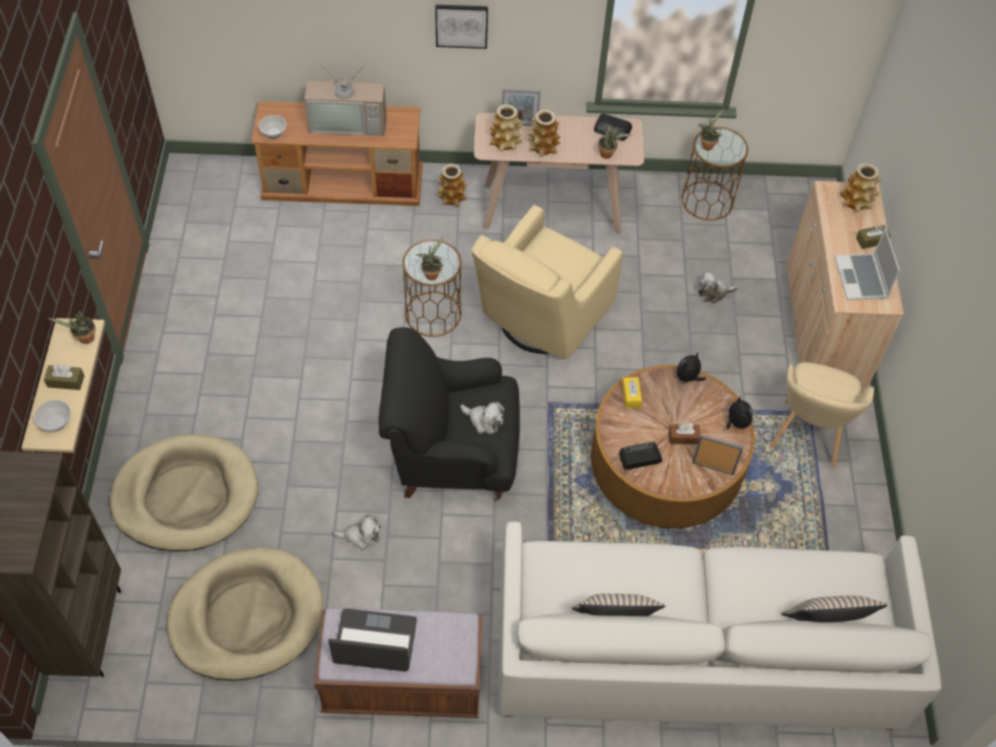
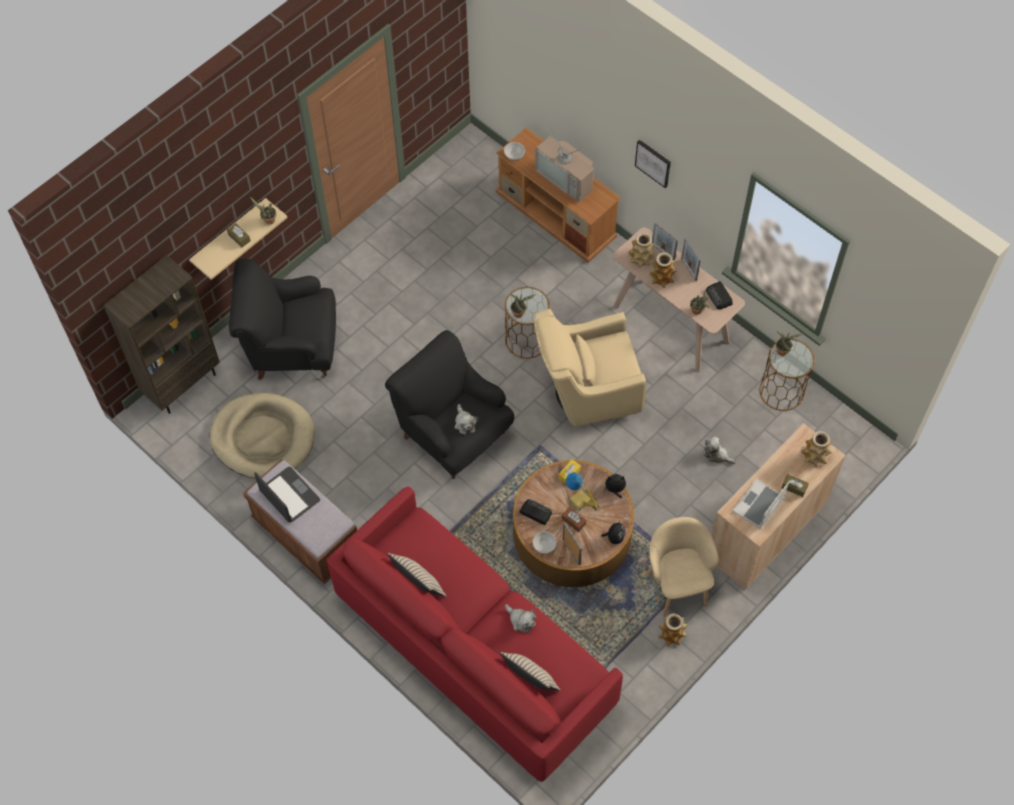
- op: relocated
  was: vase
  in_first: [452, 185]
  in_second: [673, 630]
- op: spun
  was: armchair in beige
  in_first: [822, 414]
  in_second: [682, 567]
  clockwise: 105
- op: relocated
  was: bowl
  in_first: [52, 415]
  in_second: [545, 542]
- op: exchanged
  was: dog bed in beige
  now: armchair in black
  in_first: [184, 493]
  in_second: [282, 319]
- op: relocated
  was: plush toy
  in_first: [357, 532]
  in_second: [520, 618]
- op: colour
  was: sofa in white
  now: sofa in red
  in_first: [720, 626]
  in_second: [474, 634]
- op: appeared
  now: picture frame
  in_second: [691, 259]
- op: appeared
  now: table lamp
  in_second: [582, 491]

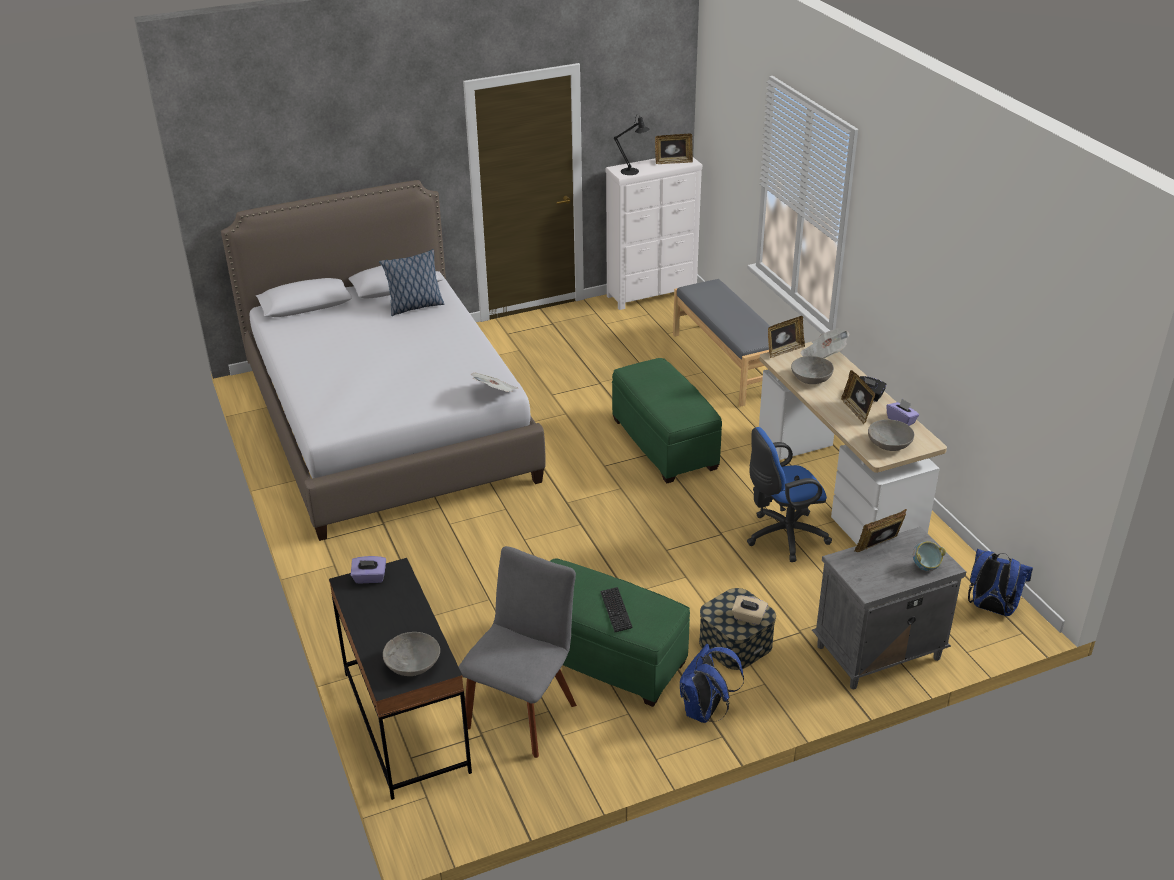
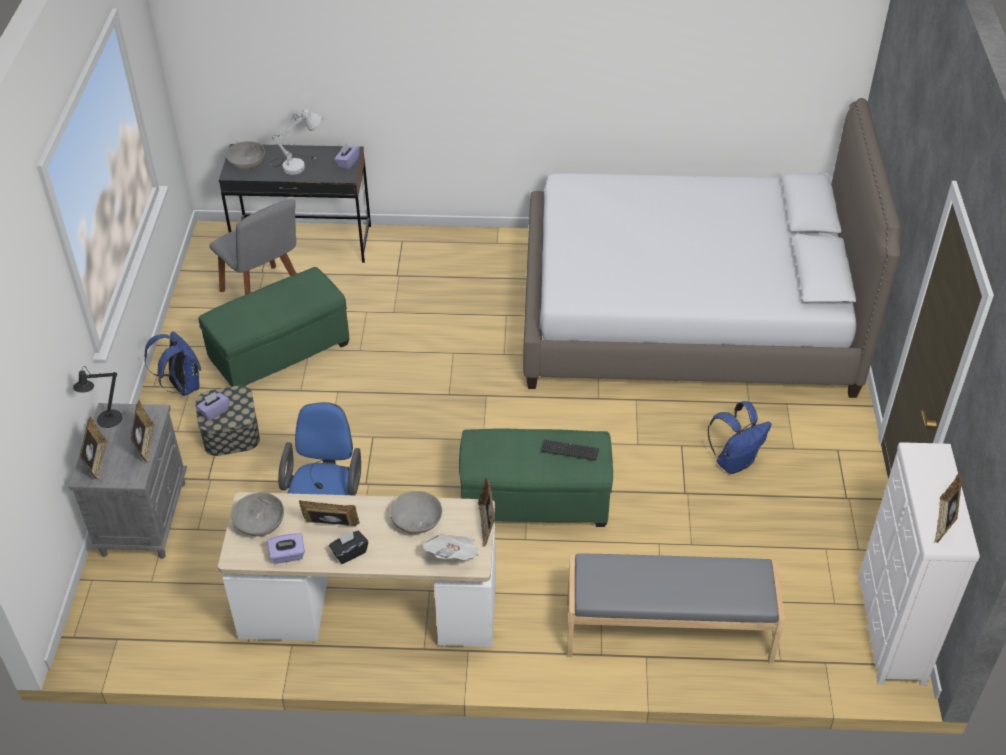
- op: relocated
  was: table lamp in black
  in_first: [631, 144]
  in_second: [97, 397]
- op: missing
  was: pillow
  in_first: [411, 282]
- op: missing
  was: newspaper
  in_first: [494, 382]
- op: exchanged
  was: bowl
  now: picture frame
  in_first: [929, 556]
  in_second: [94, 448]
- op: relocated
  was: backpack in blue
  in_first: [1000, 582]
  in_second: [740, 437]
- op: relocated
  was: keyboard
  in_first: [616, 609]
  in_second: [570, 450]
- op: colour
  was: tissue box in beige
  now: tissue box in purple
  in_first: [750, 610]
  in_second: [213, 406]
- op: appeared
  now: table lamp in white
  in_second: [296, 142]

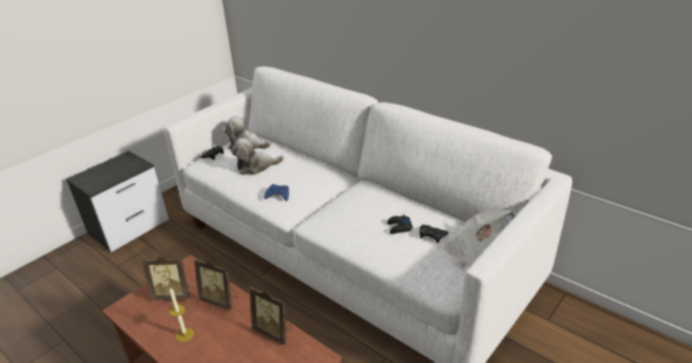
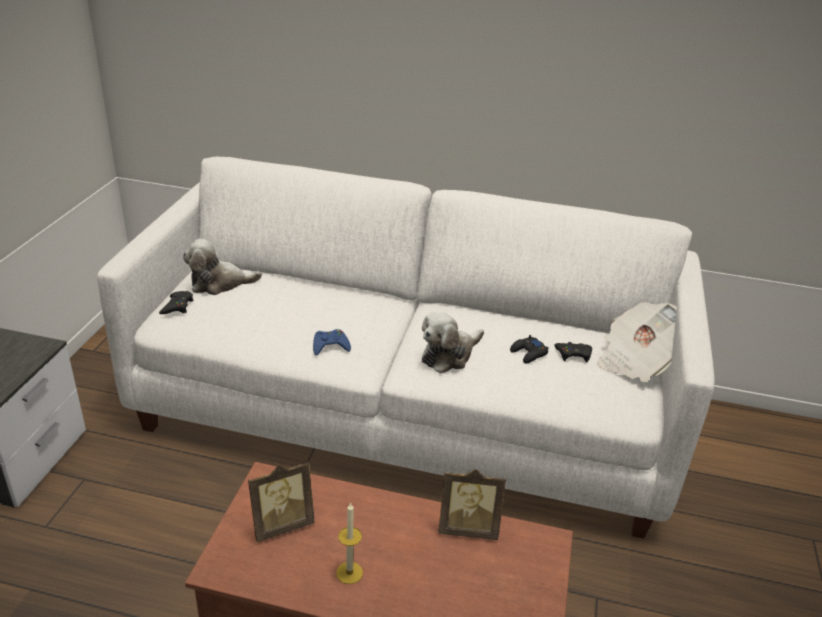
- op: relocated
  was: plush toy
  in_first: [257, 156]
  in_second: [453, 342]
- op: missing
  was: picture frame
  in_first: [216, 284]

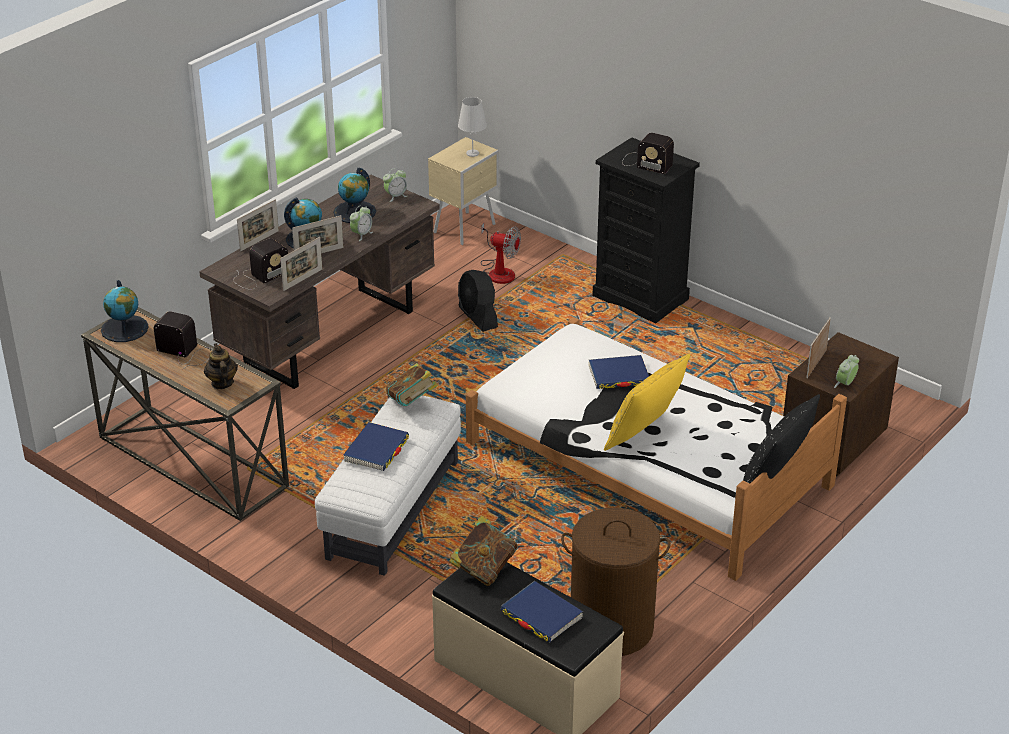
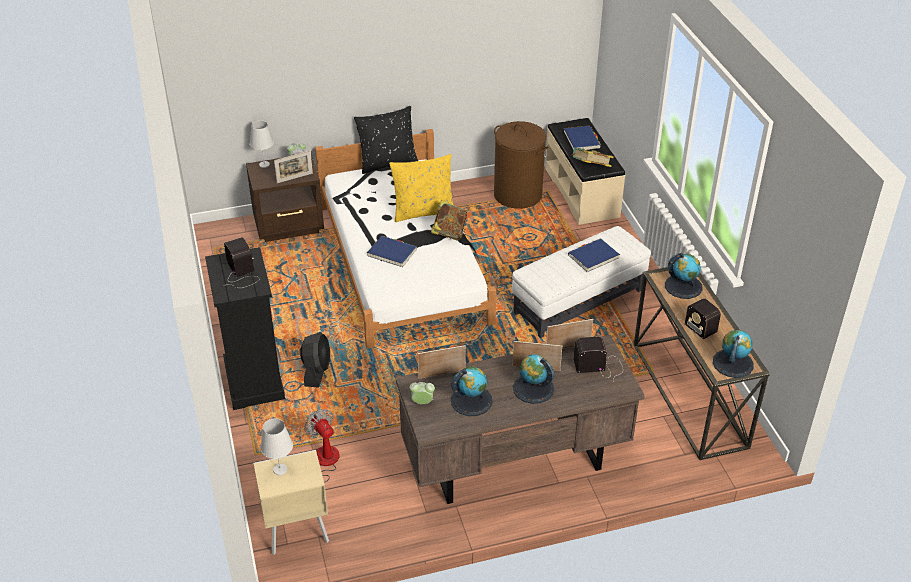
- op: relocated
  was: picture frame
  in_first: [258, 225]
  in_second: [442, 362]
- op: missing
  was: alarm clock
  in_first: [361, 223]
- op: relocated
  was: fan in black
  in_first: [478, 301]
  in_second: [315, 360]
- op: exchanged
  was: teapot
  now: globe
  in_first: [221, 366]
  in_second: [684, 276]
- op: relocated
  was: book
  in_first: [412, 384]
  in_second: [449, 220]
- op: appeared
  now: table lamp in white
  in_second: [262, 144]

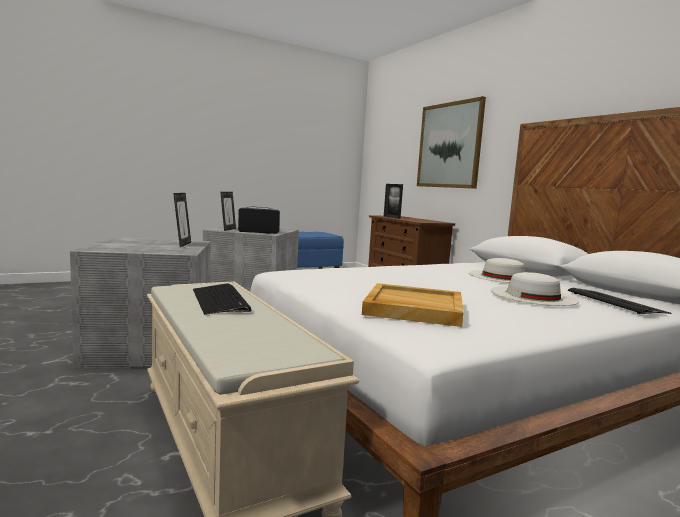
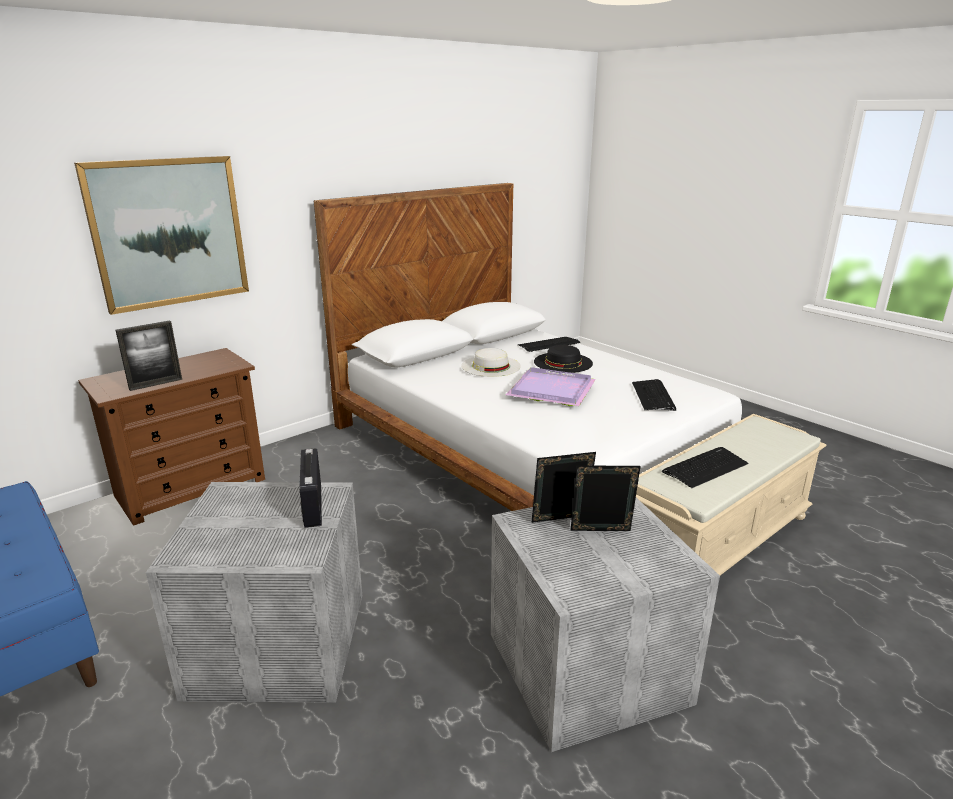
- op: relocated
  was: picture frame
  in_first: [228, 211]
  in_second: [606, 498]
- op: colour
  was: hat in white
  now: hat in black
  in_first: [535, 289]
  in_second: [563, 359]
- op: exchanged
  was: tray in beige
  now: keyboard
  in_first: [413, 305]
  in_second: [654, 395]
- op: appeared
  now: tray in purple
  in_second: [551, 386]

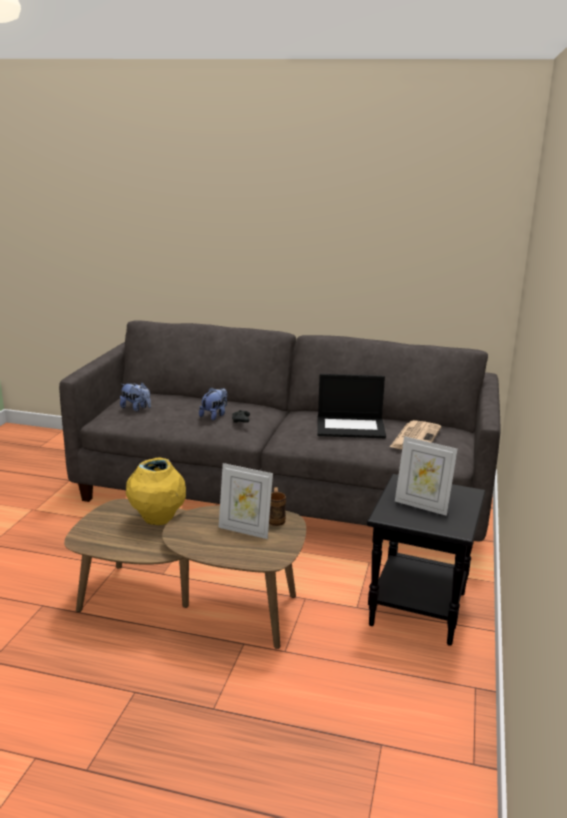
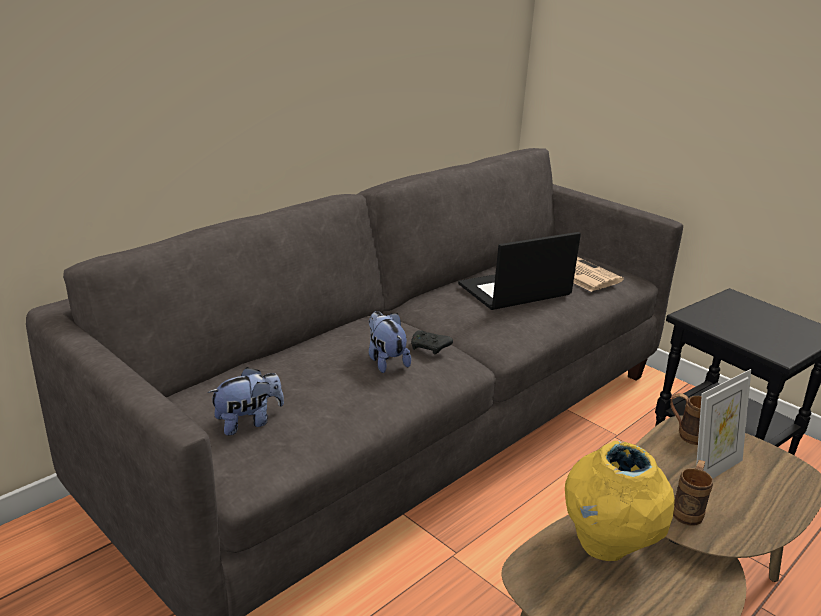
- op: spun
  was: laptop
  in_first: [351, 406]
  in_second: [519, 271]
  clockwise: -150
- op: missing
  was: picture frame
  in_first: [426, 476]
- op: appeared
  now: mug in brown
  in_second: [693, 493]

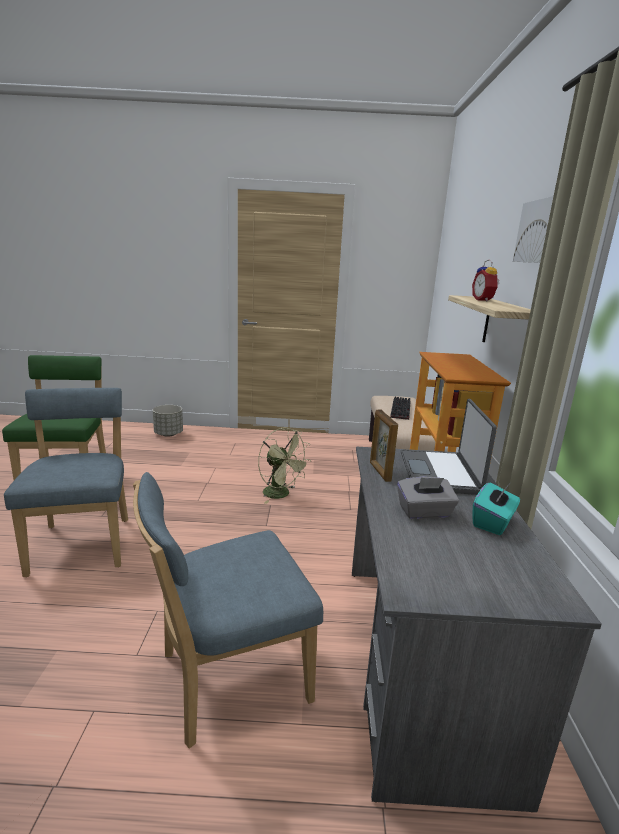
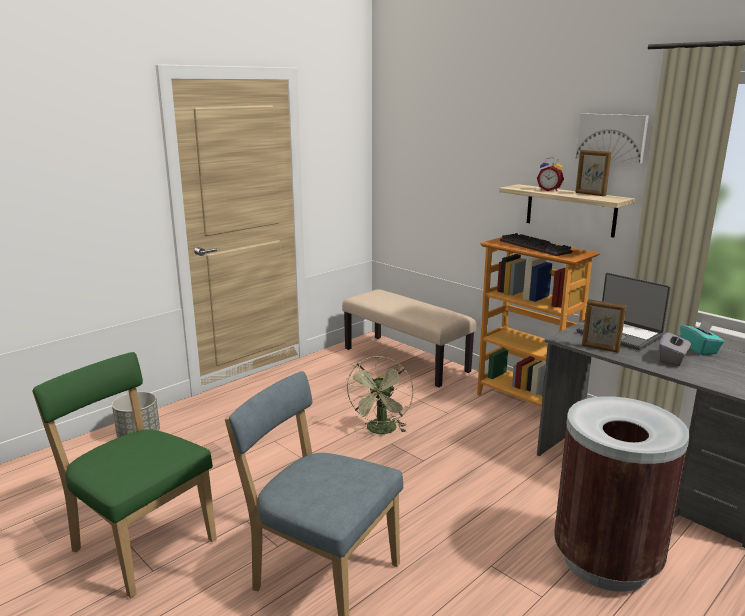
- op: relocated
  was: keyboard
  in_first: [400, 408]
  in_second: [536, 244]
- op: spun
  was: fan in green
  in_first: [284, 466]
  in_second: [379, 395]
  clockwise: 105
- op: exchanged
  was: chair in blue
  now: trash can in brown
  in_first: [228, 610]
  in_second: [622, 494]
- op: appeared
  now: picture frame
  in_second: [593, 173]

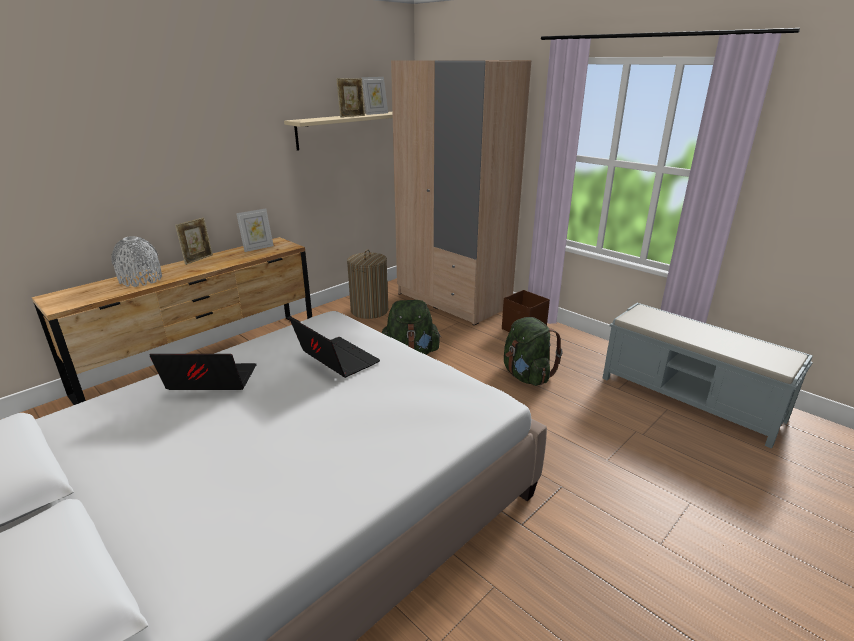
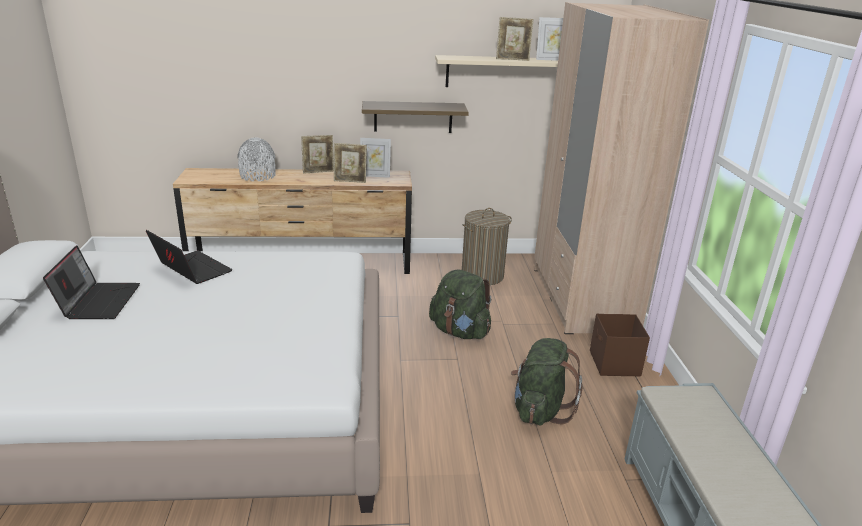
- op: relocated
  was: laptop
  in_first: [334, 347]
  in_second: [91, 282]
- op: appeared
  now: shelf
  in_second: [415, 117]
- op: appeared
  now: picture frame
  in_second: [350, 163]

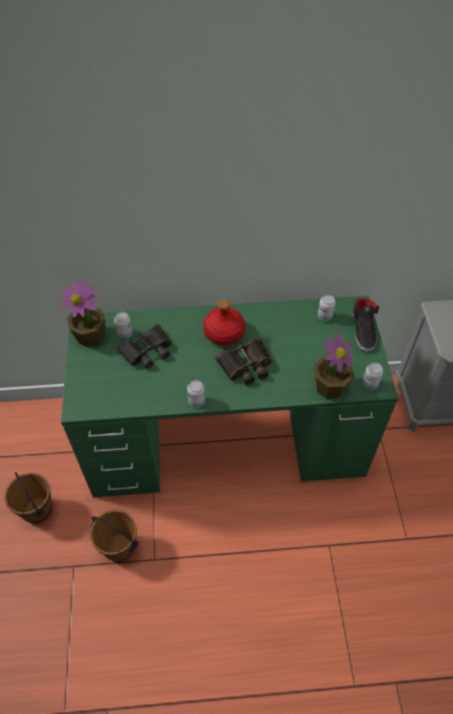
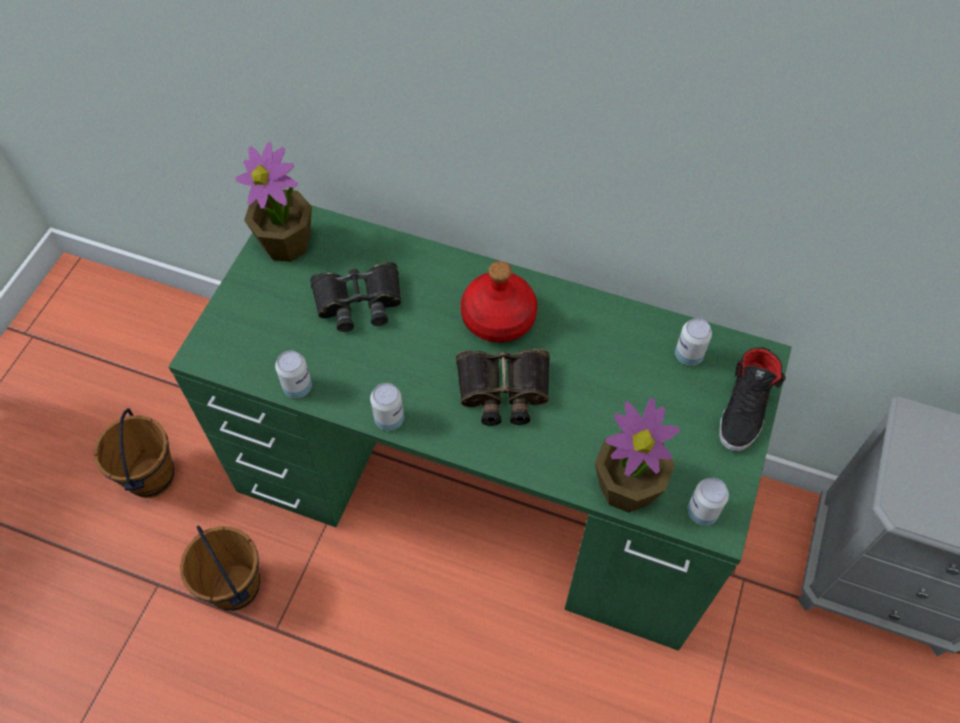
- op: relocated
  was: can
  in_first: [123, 325]
  in_second: [293, 374]

